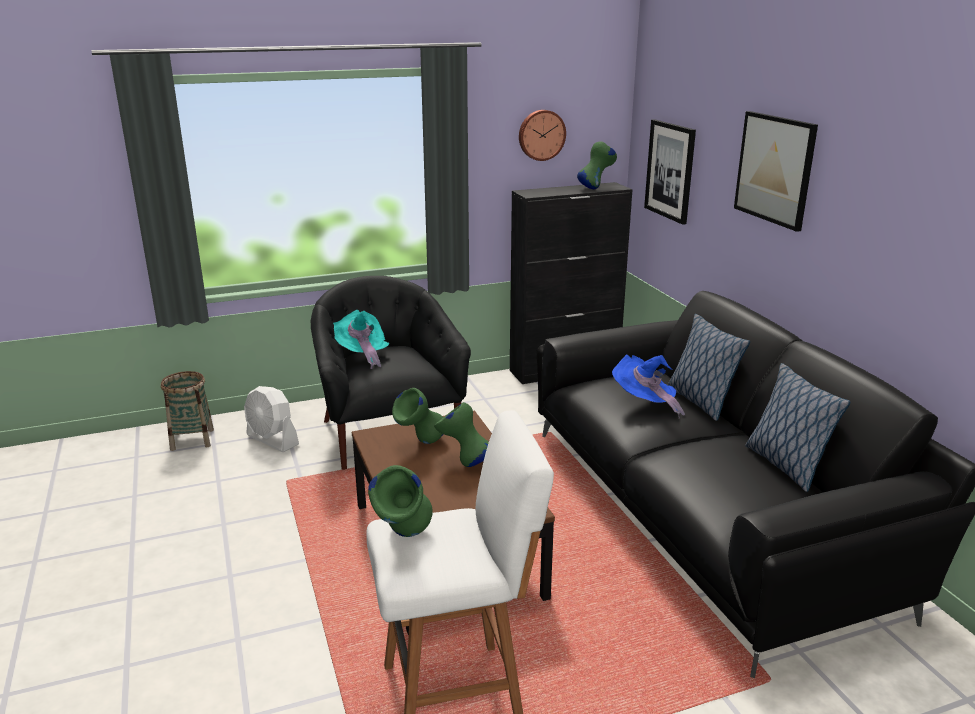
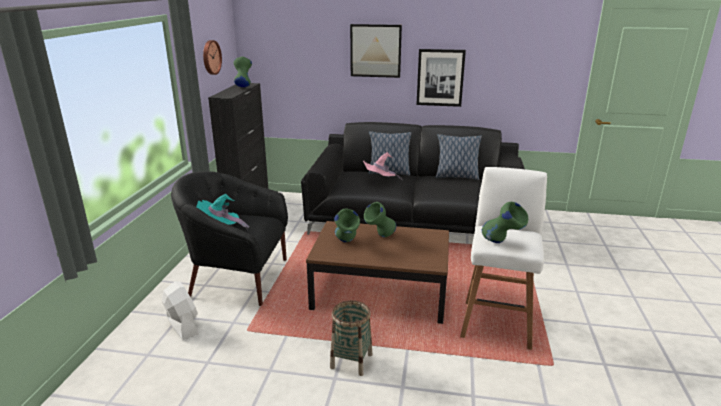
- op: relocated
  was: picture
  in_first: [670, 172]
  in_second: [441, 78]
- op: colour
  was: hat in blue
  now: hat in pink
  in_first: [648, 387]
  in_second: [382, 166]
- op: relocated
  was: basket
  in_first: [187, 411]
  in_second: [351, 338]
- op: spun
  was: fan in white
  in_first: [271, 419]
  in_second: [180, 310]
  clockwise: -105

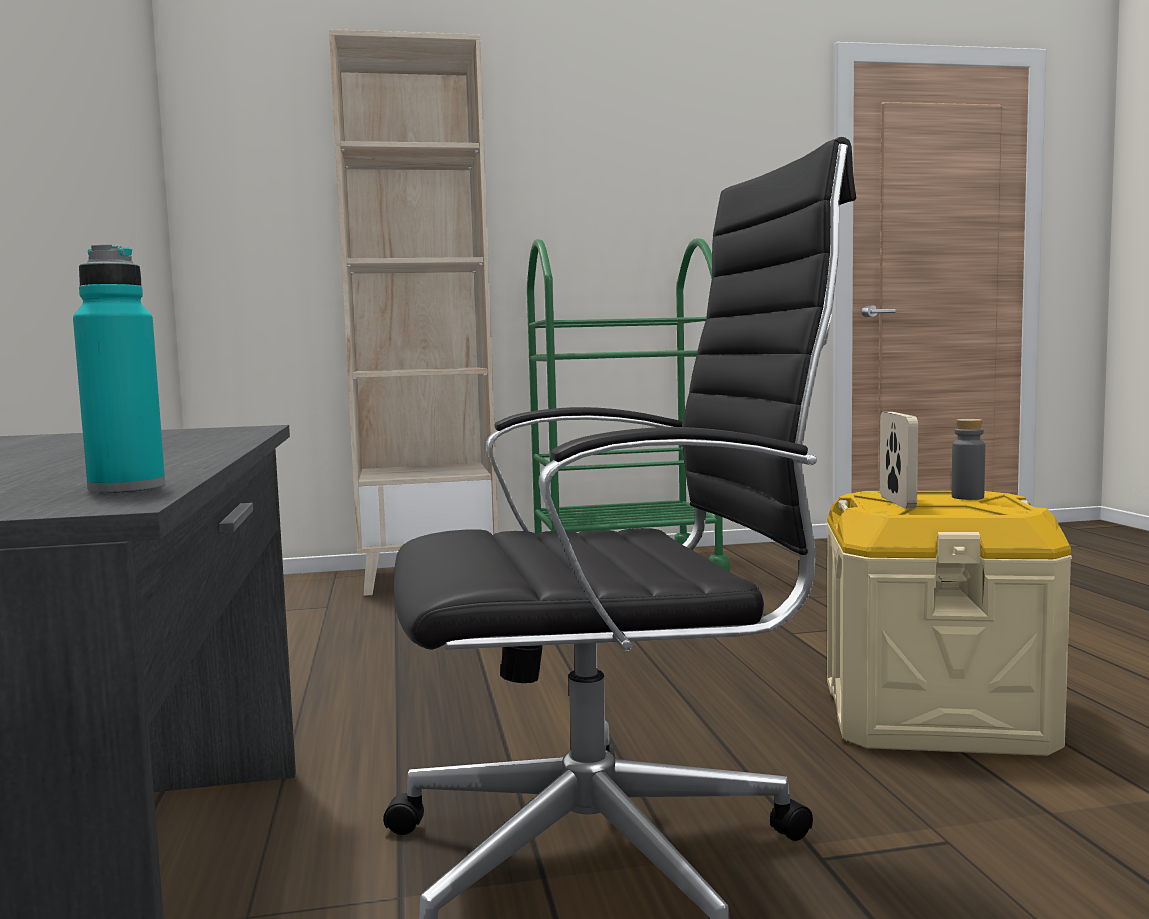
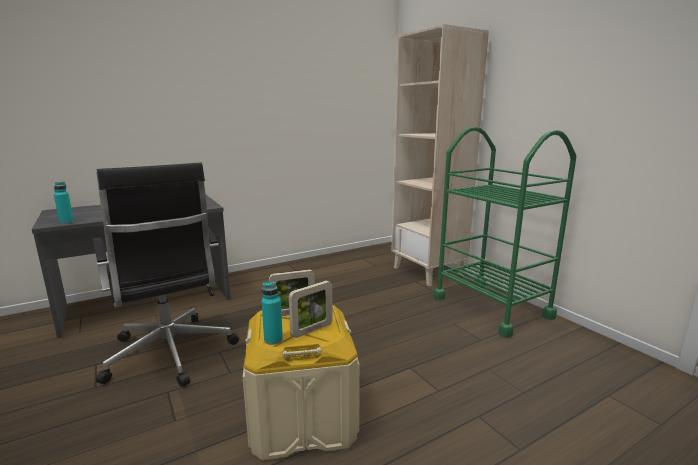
- op: exchanged
  was: bottle in grey
  now: picture frame
  in_first: [968, 459]
  in_second: [311, 309]
- op: appeared
  now: bottle in turquoise
  in_second: [272, 313]

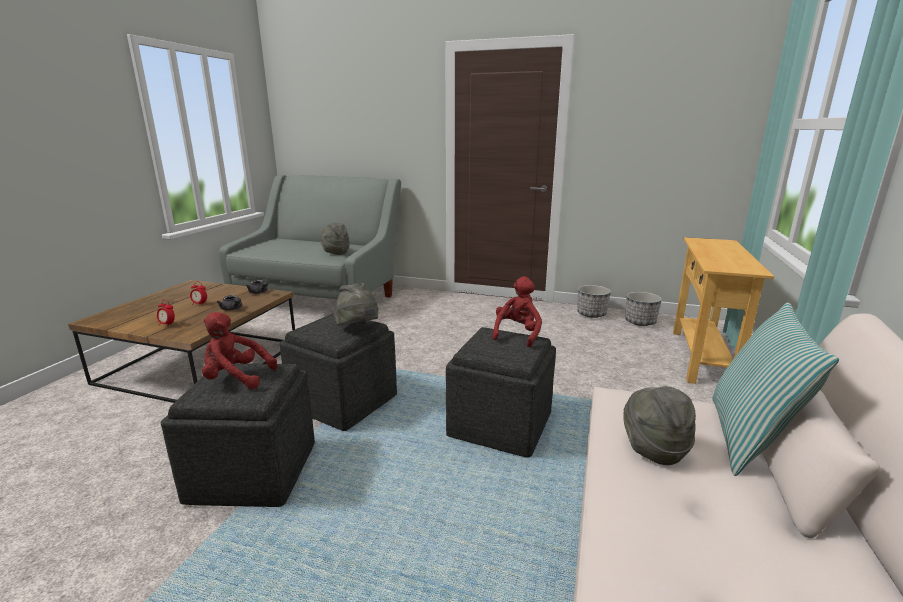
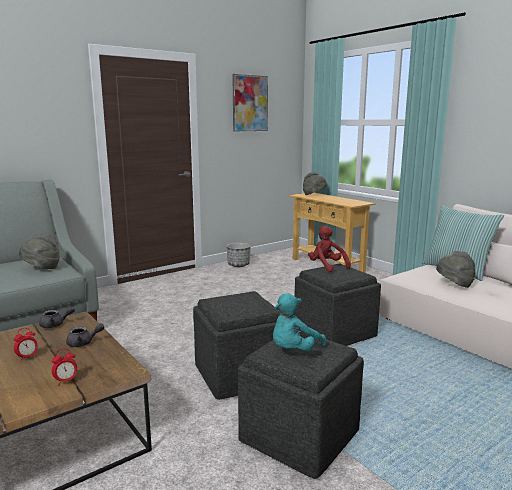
- op: relocated
  was: hat in grey
  in_first: [356, 304]
  in_second: [315, 183]
- op: missing
  was: planter
  in_first: [643, 309]
- op: colour
  was: plush toy in red
  now: plush toy in turquoise
  in_first: [239, 350]
  in_second: [300, 322]
- op: appeared
  now: picture
  in_second: [250, 102]

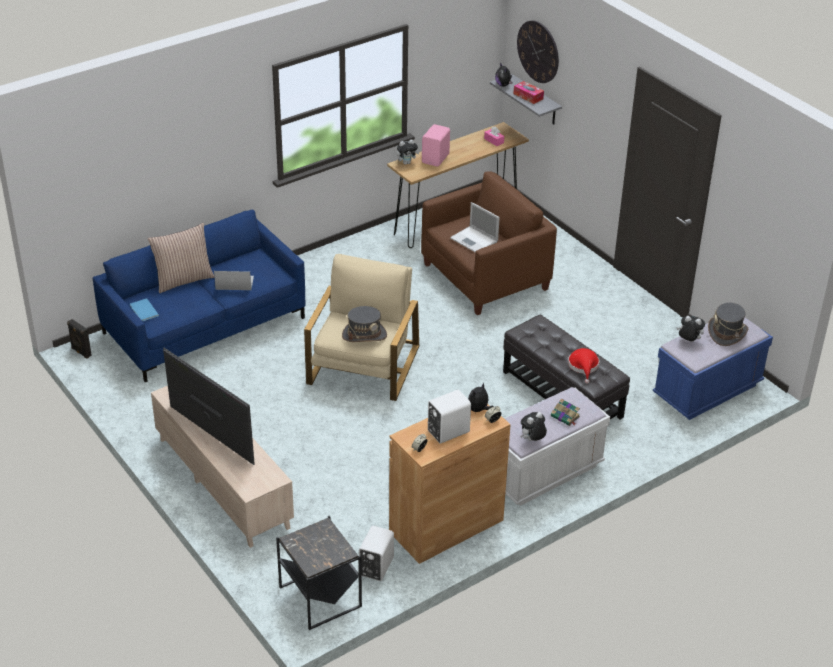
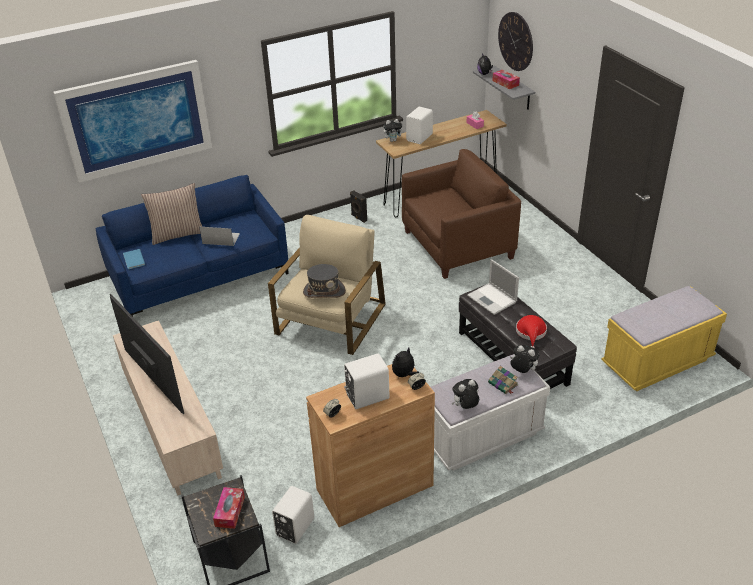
- op: colour
  was: speaker in pink
  now: speaker in white
  in_first: [436, 145]
  in_second: [419, 125]
- op: relocated
  was: laptop
  in_first: [475, 227]
  in_second: [493, 287]
- op: missing
  was: hat in grey
  in_first: [728, 324]
- op: relocated
  was: plush toy
  in_first: [691, 329]
  in_second: [525, 359]
- op: colour
  was: bench in blue
  now: bench in yellow
  in_first: [713, 369]
  in_second: [664, 339]
- op: relocated
  was: speaker in black
  in_first: [79, 339]
  in_second: [358, 207]
- op: appeared
  now: picture
  in_second: [132, 121]
- op: appeared
  now: tissue box
  in_second: [229, 508]

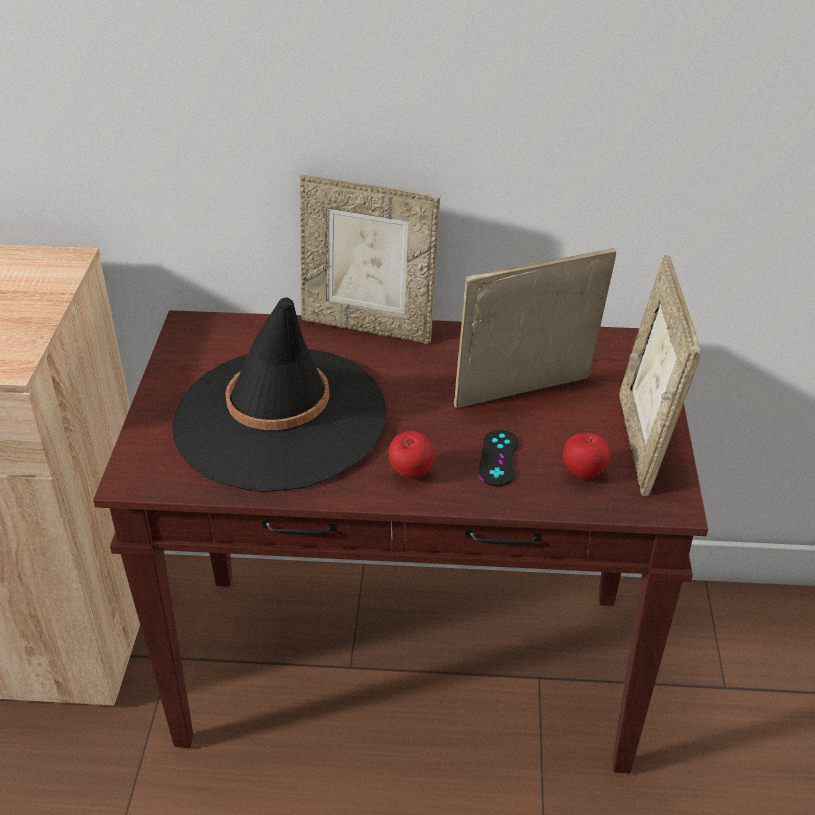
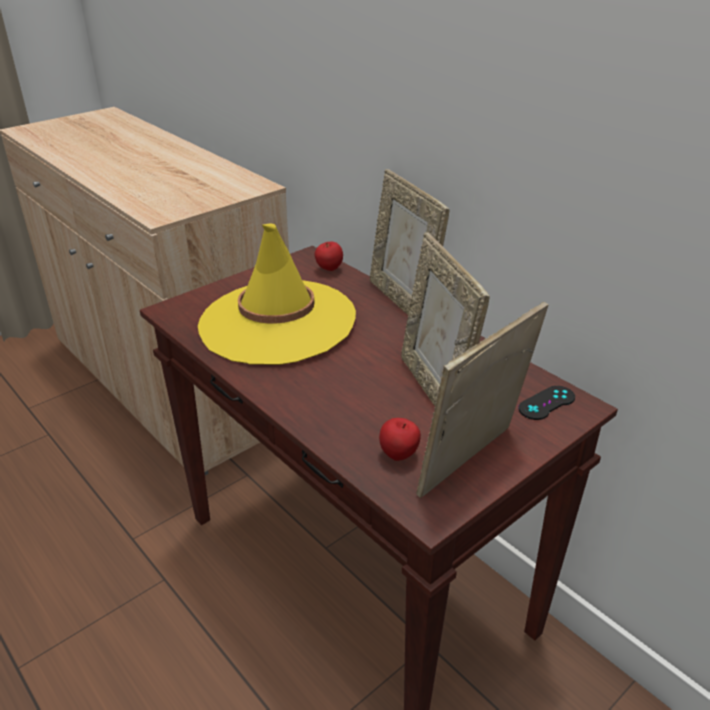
- op: spun
  was: picture frame
  in_first: [535, 328]
  in_second: [445, 319]
  clockwise: -135
- op: colour
  was: hat in black
  now: hat in yellow
  in_first: [279, 394]
  in_second: [277, 294]
- op: relocated
  was: game controller in black
  in_first: [499, 458]
  in_second: [546, 403]
- op: relocated
  was: apple
  in_first: [411, 454]
  in_second: [329, 256]

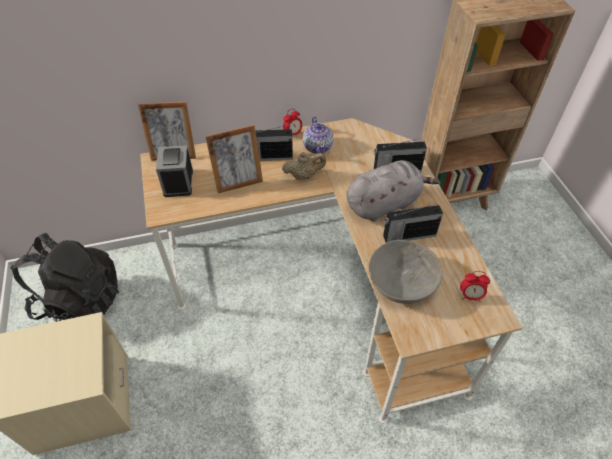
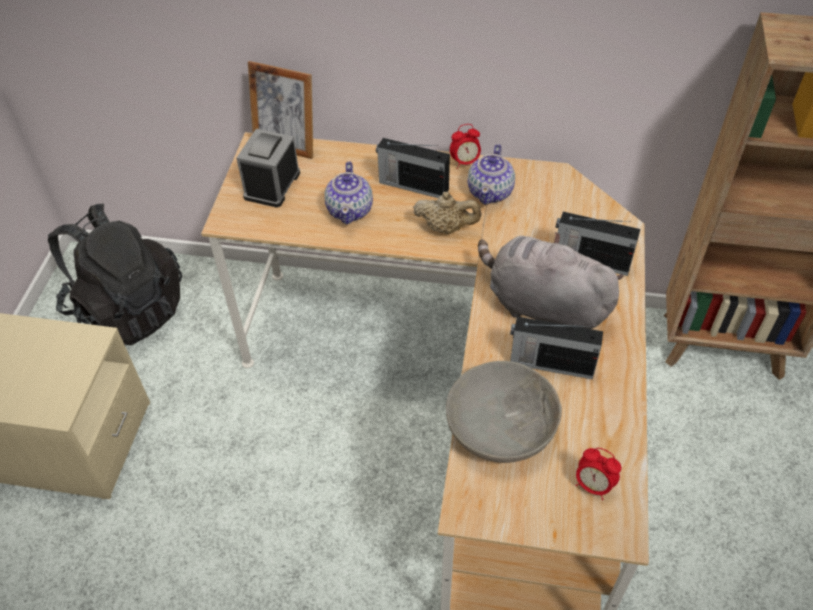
- op: exchanged
  was: picture frame
  now: teapot
  in_first: [234, 159]
  in_second: [348, 192]
- op: spun
  was: plush toy in grey
  in_first: [393, 191]
  in_second: [551, 280]
  clockwise: -150

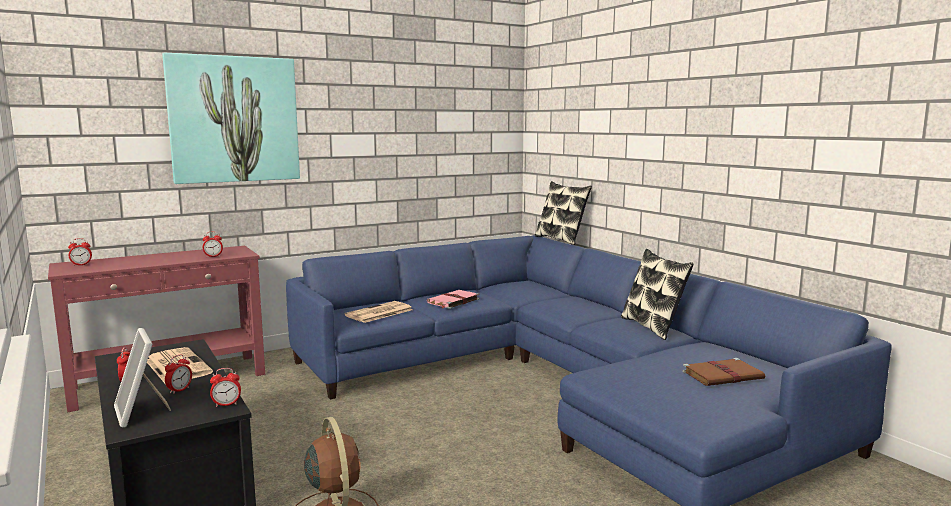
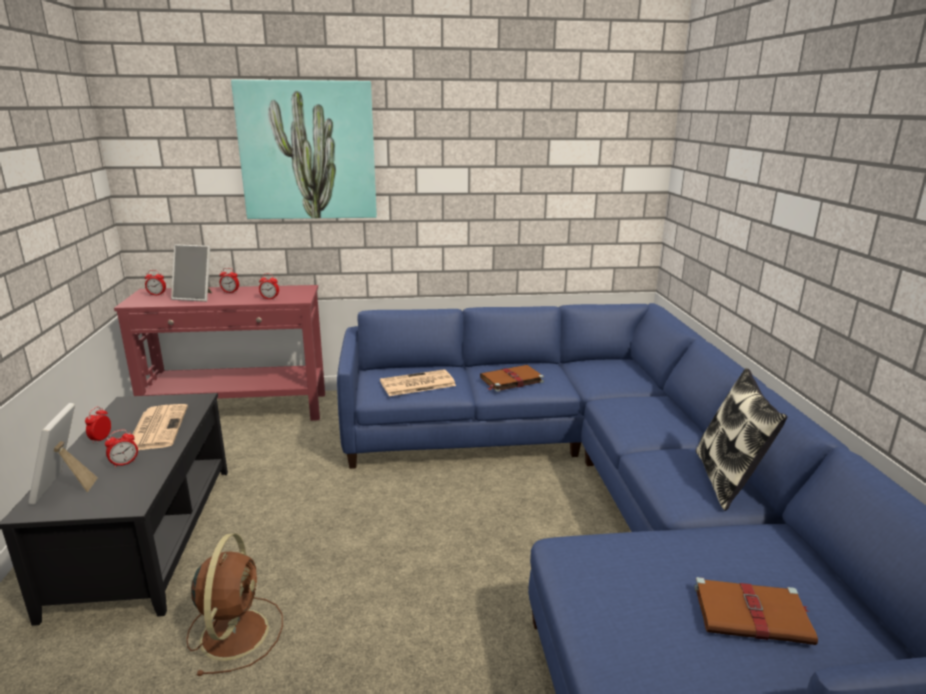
- op: missing
  was: pillow
  in_first: [563, 213]
- op: colour
  was: book in pink
  now: book in brown
  in_first: [453, 299]
  in_second: [512, 378]
- op: relocated
  was: alarm clock
  in_first: [225, 387]
  in_second: [229, 280]
- op: appeared
  now: picture frame
  in_second: [191, 273]

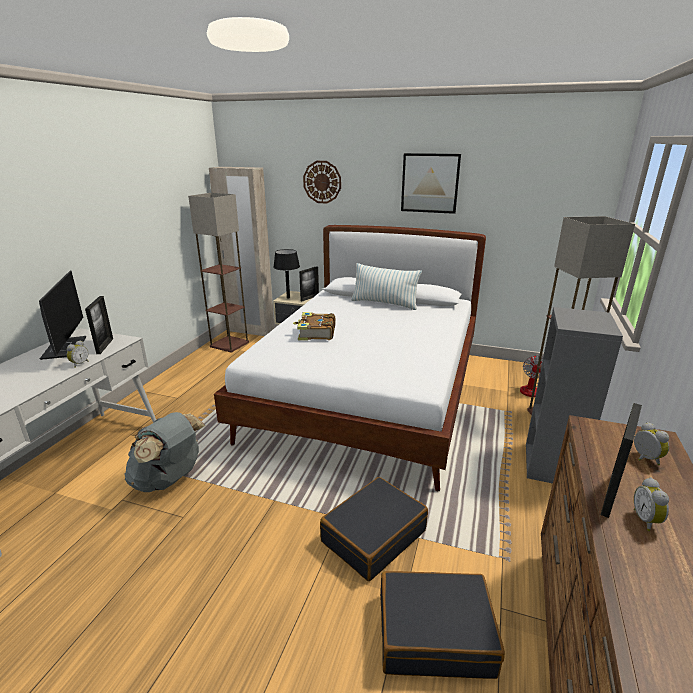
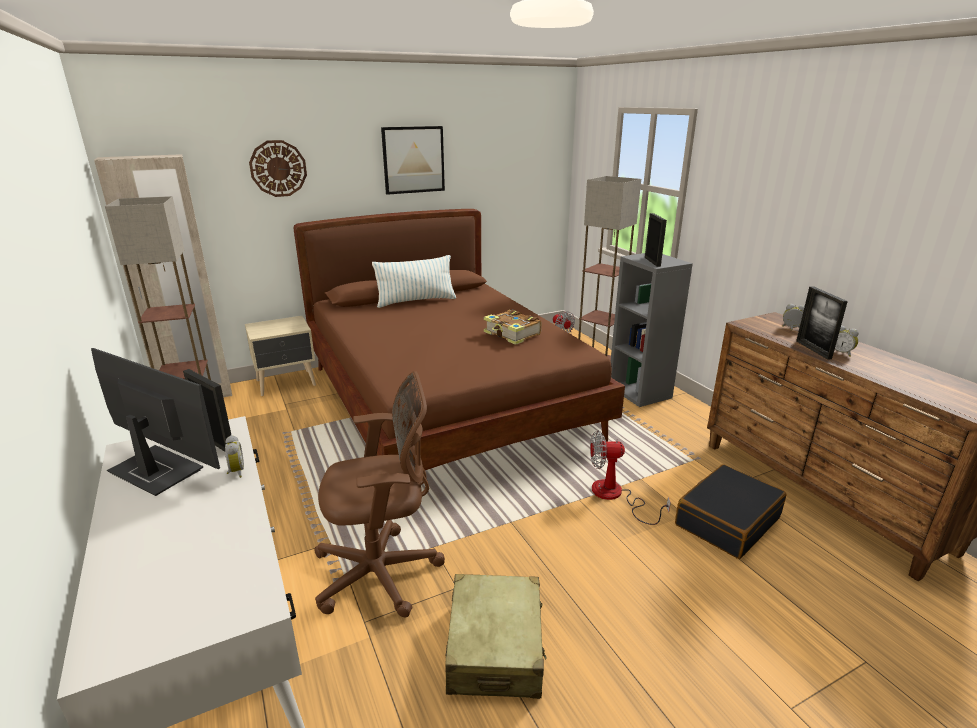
- op: colour
  was: bed in white
  now: bed in brown
  in_first: [350, 358]
  in_second: [459, 339]
- op: missing
  was: table lamp in black
  in_first: [286, 273]
- op: relocated
  was: picture frame
  in_first: [309, 283]
  in_second: [656, 240]
- op: relocated
  was: book
  in_first: [314, 326]
  in_second: [513, 327]
- op: exchanged
  was: backpack in grey
  now: office chair in brown
  in_first: [164, 452]
  in_second: [380, 494]
- op: exchanged
  was: suitcase in black
  now: fan
  in_first: [374, 529]
  in_second: [630, 478]
- op: appeared
  now: suitcase in beige
  in_second: [495, 636]

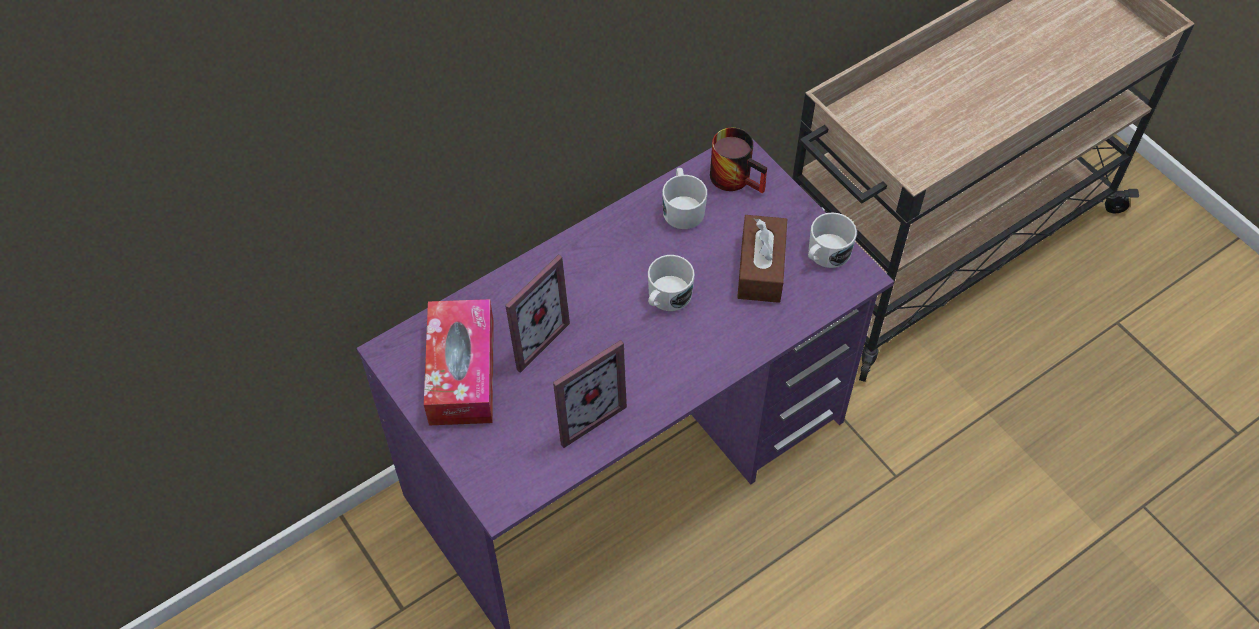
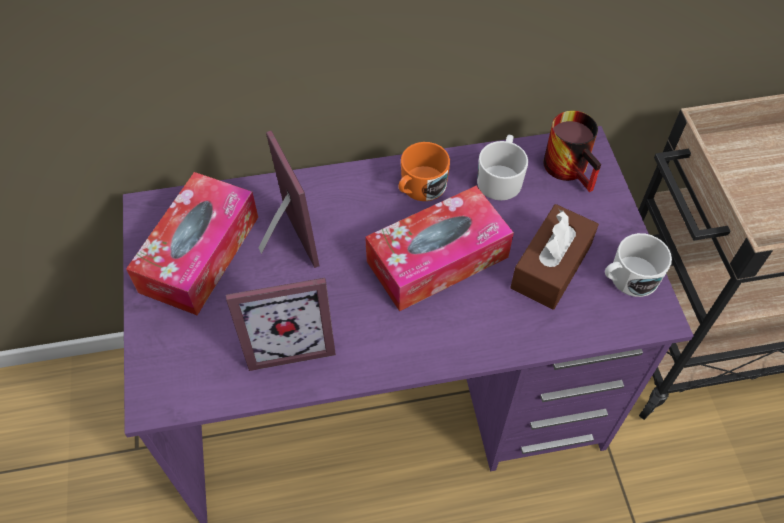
- op: spun
  was: picture frame
  in_first: [537, 313]
  in_second: [289, 199]
  clockwise: -90
- op: exchanged
  was: mug in white
  now: tissue box
  in_first: [671, 283]
  in_second: [439, 248]
- op: appeared
  now: mug in orange
  in_second: [424, 171]

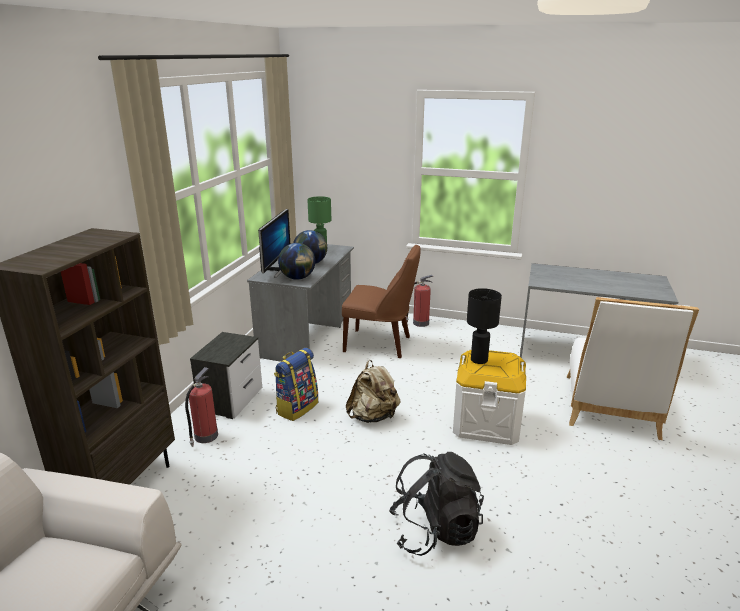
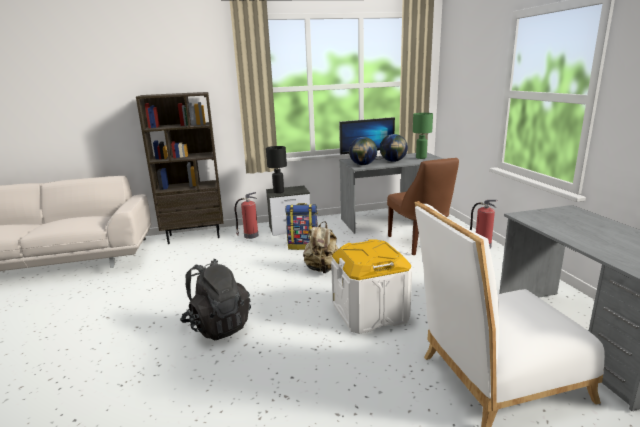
- op: relocated
  was: table lamp in black
  in_first: [484, 326]
  in_second: [276, 169]

